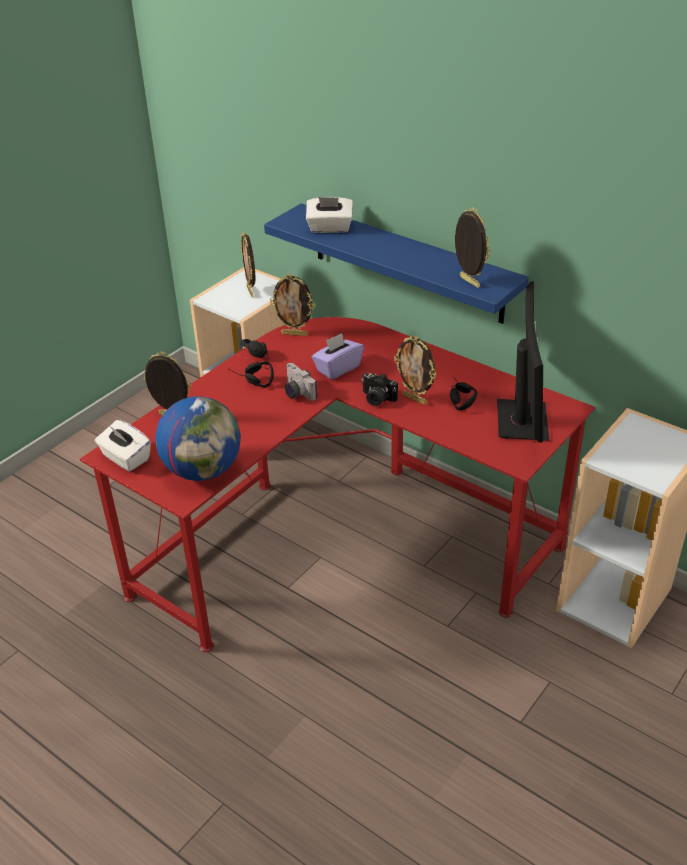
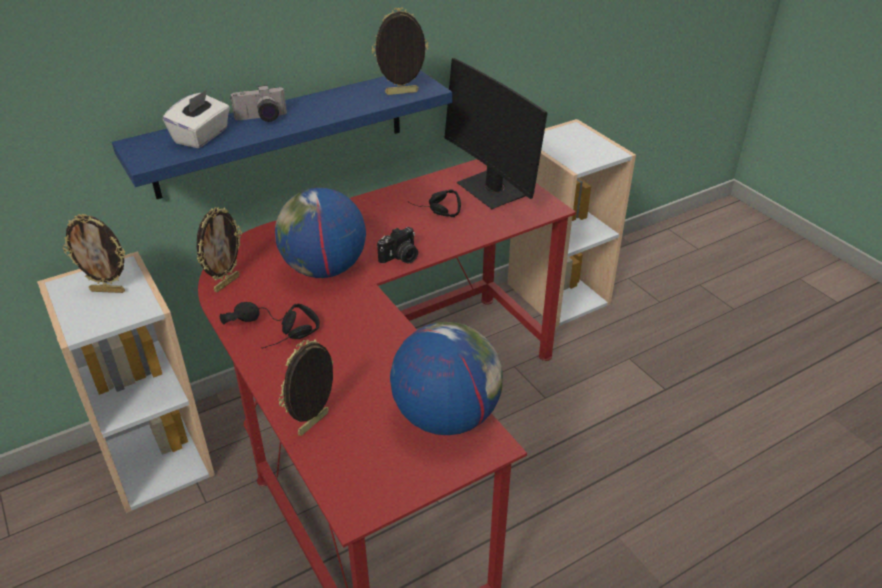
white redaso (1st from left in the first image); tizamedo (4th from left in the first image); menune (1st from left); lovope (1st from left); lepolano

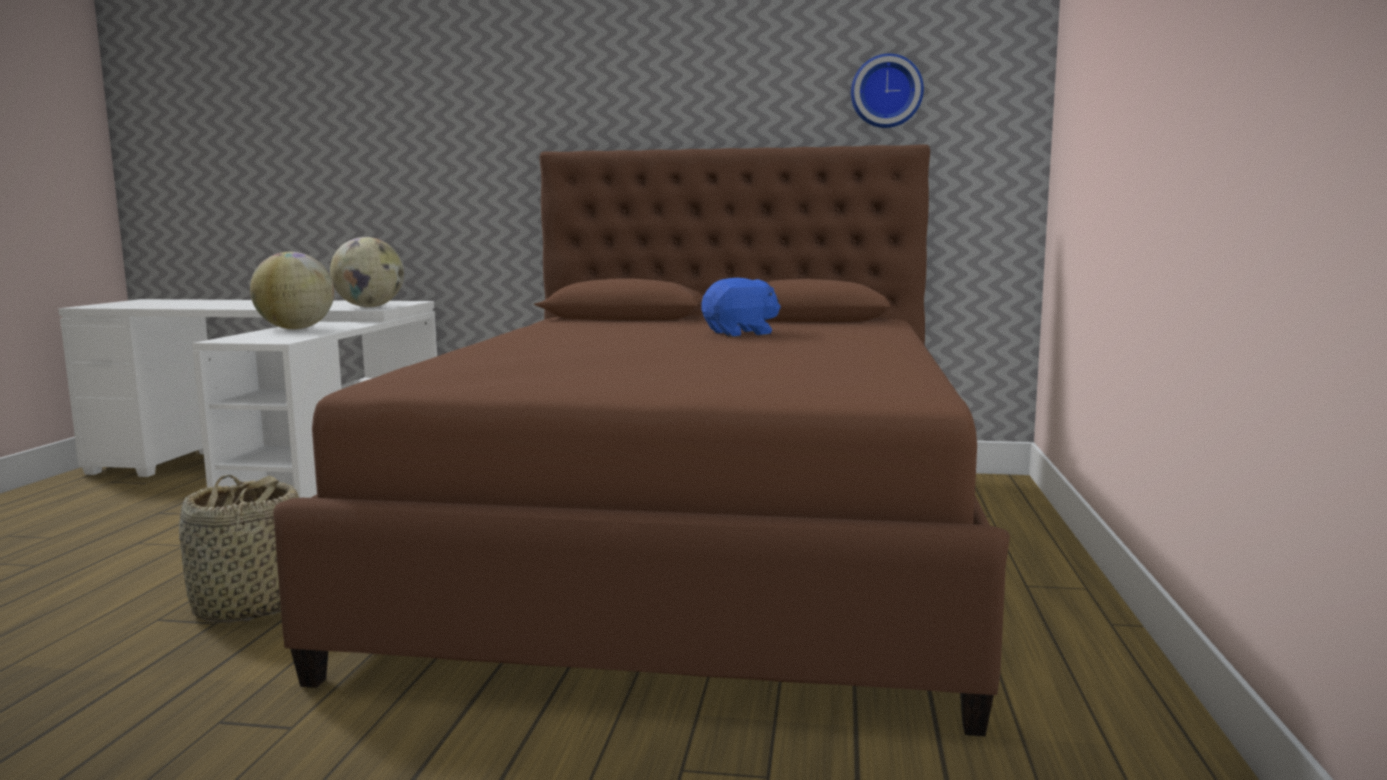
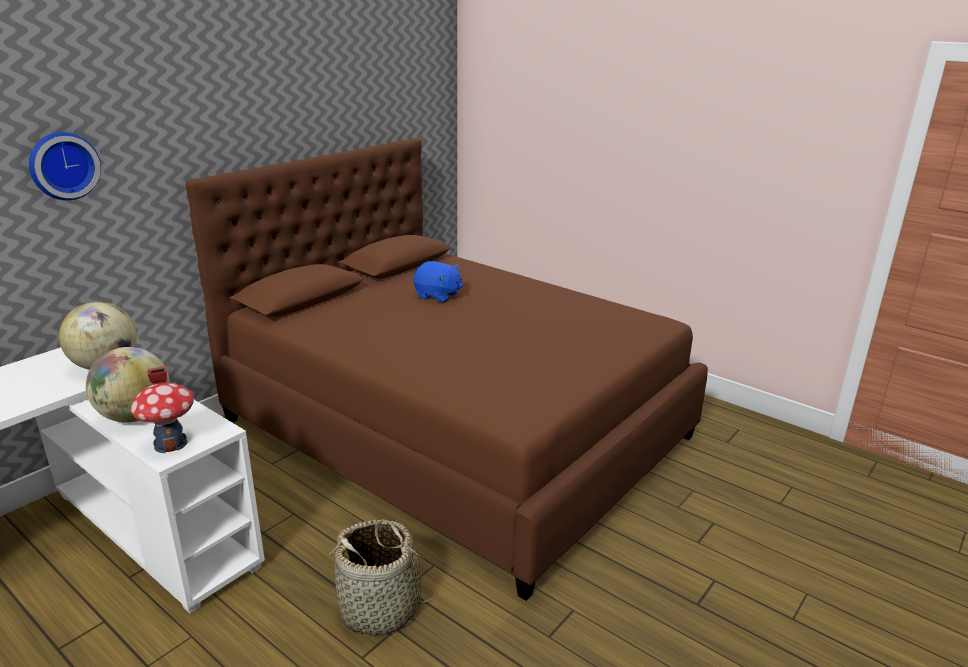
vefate; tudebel; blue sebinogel

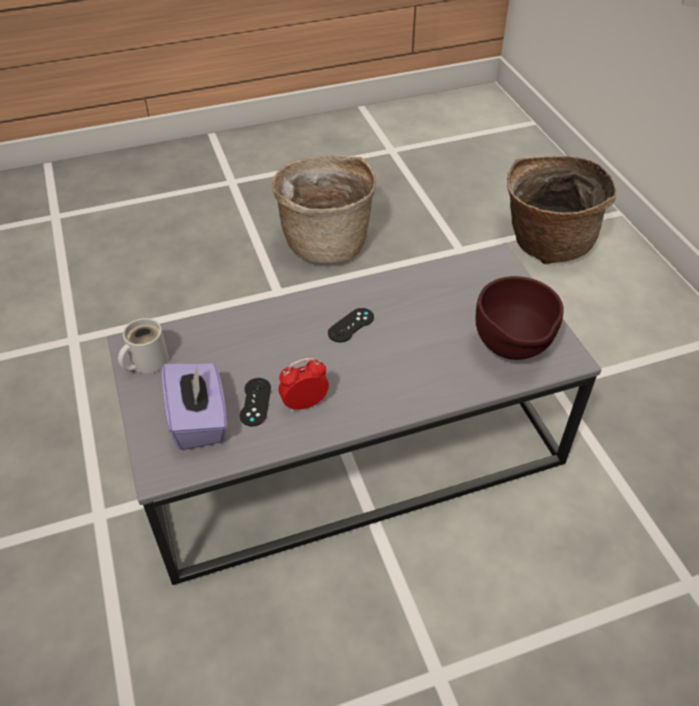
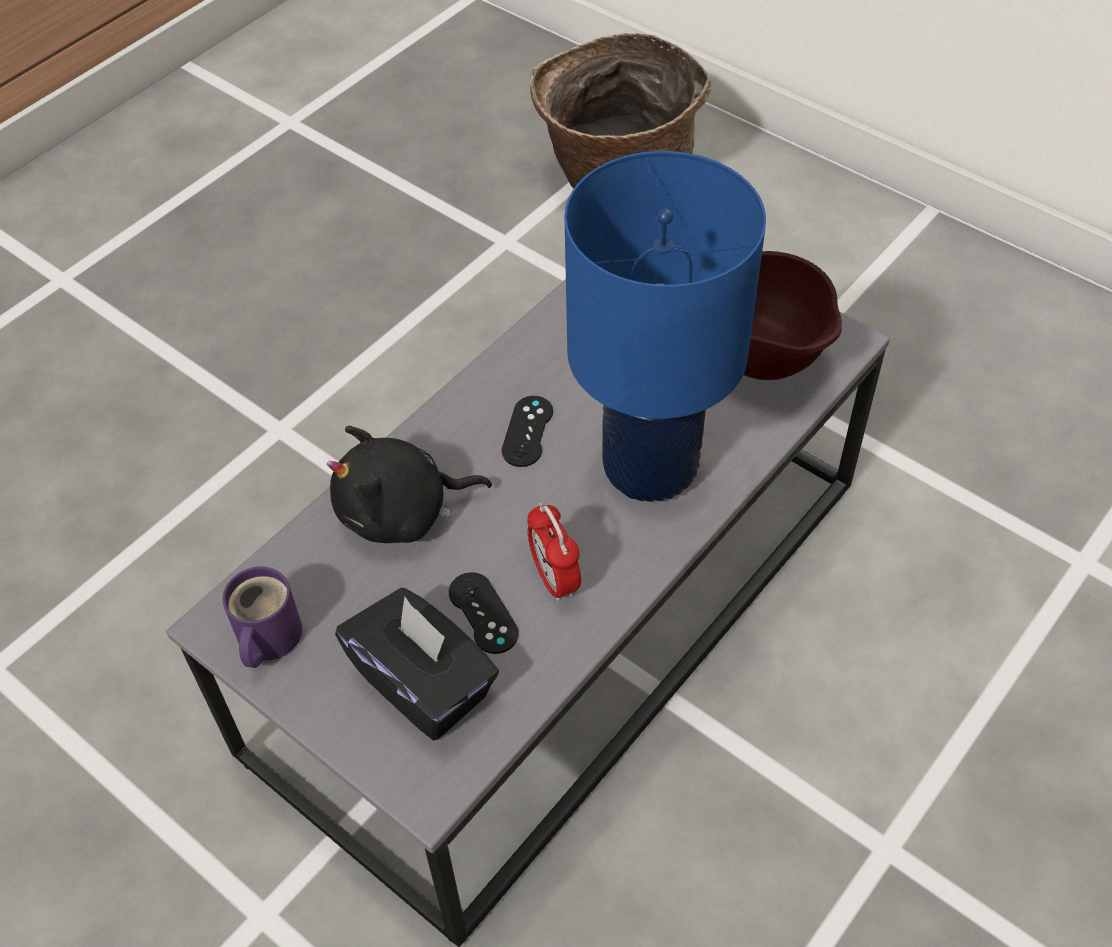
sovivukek (1st from left in the first image); black sebinogel; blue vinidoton; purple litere; black redaso; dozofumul

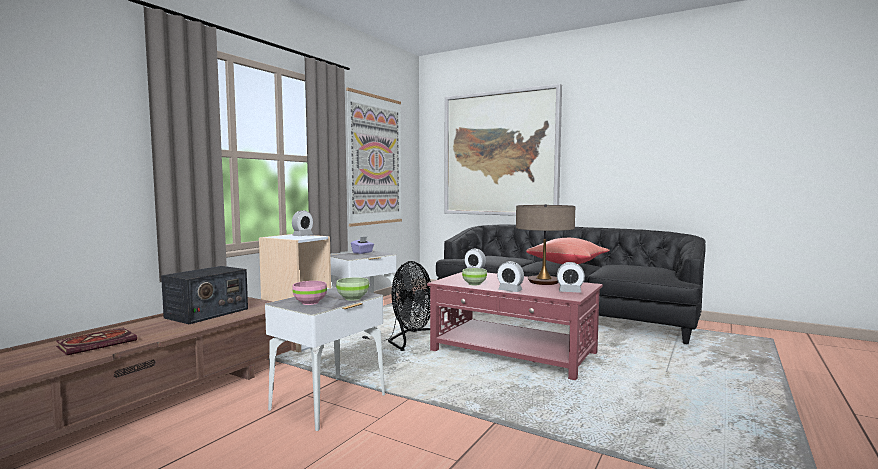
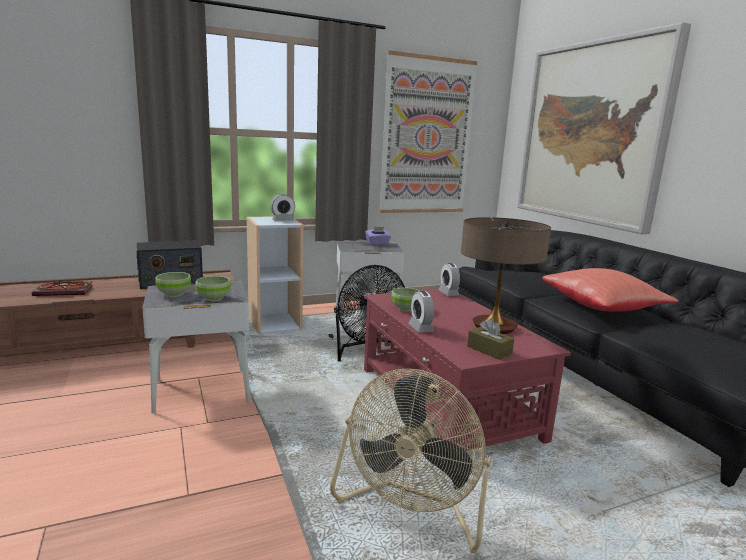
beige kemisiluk; brown redaso; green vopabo (1st from left)

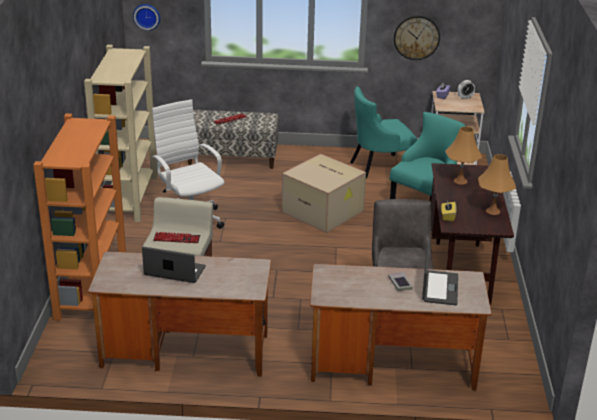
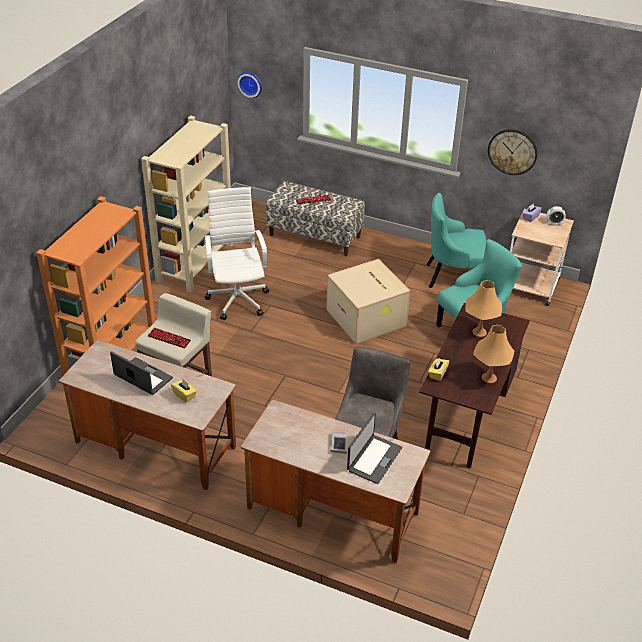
yellow redaso (1st from left)

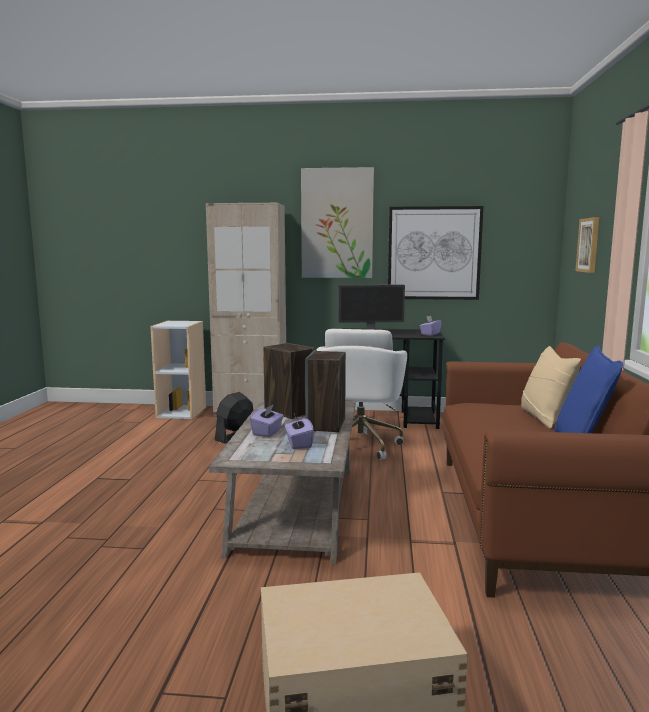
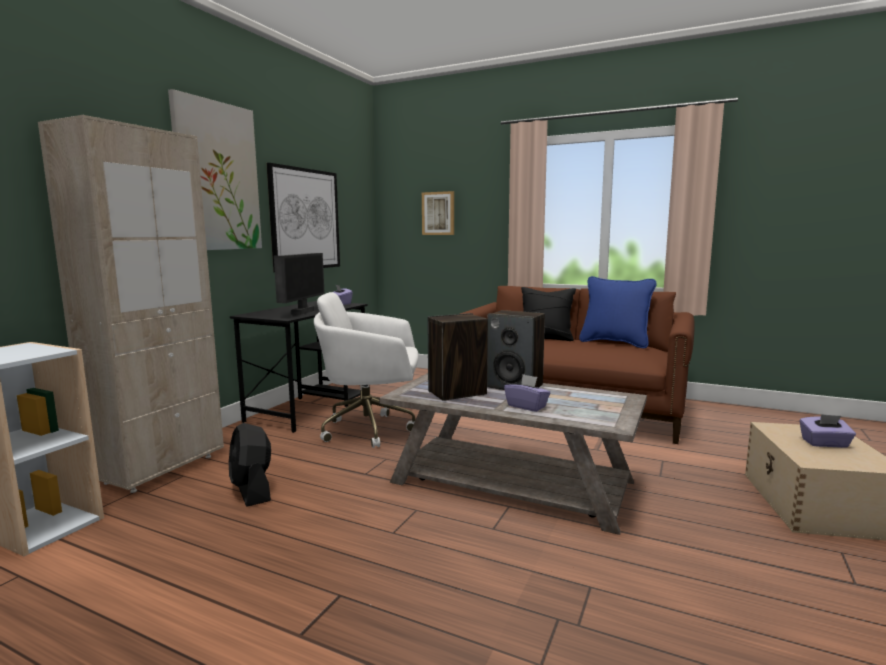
purple redaso (3rd from left); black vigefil; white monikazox

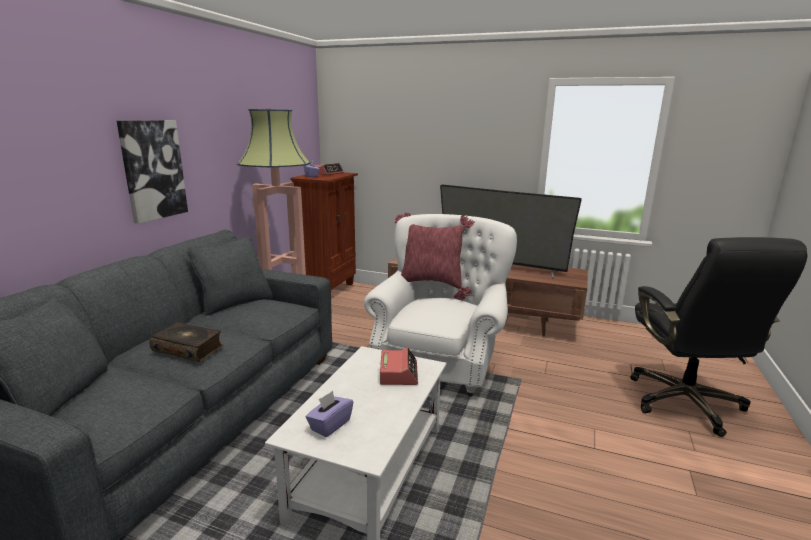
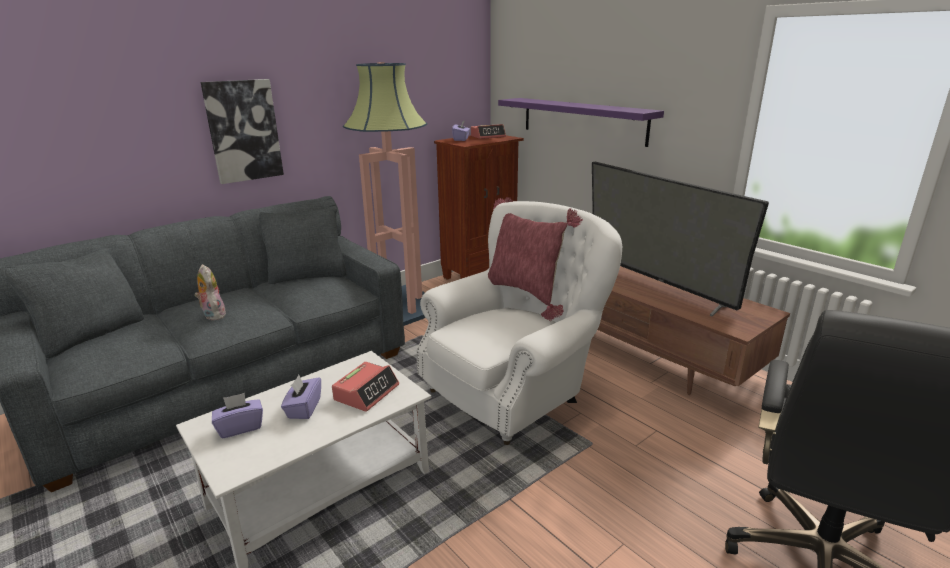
purple redaso (2nd from left); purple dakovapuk; sebinogel

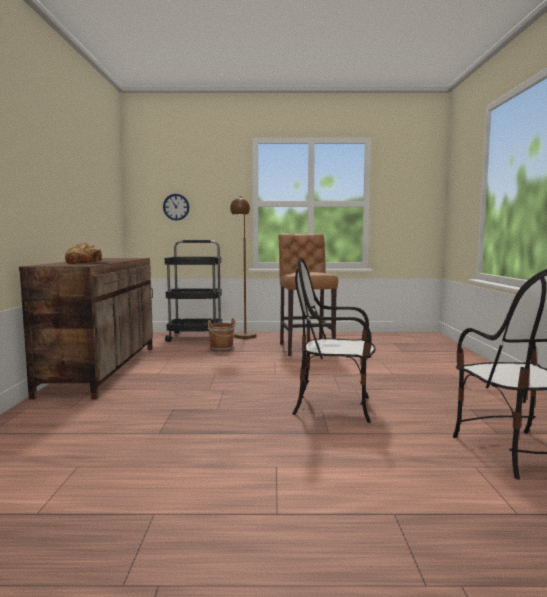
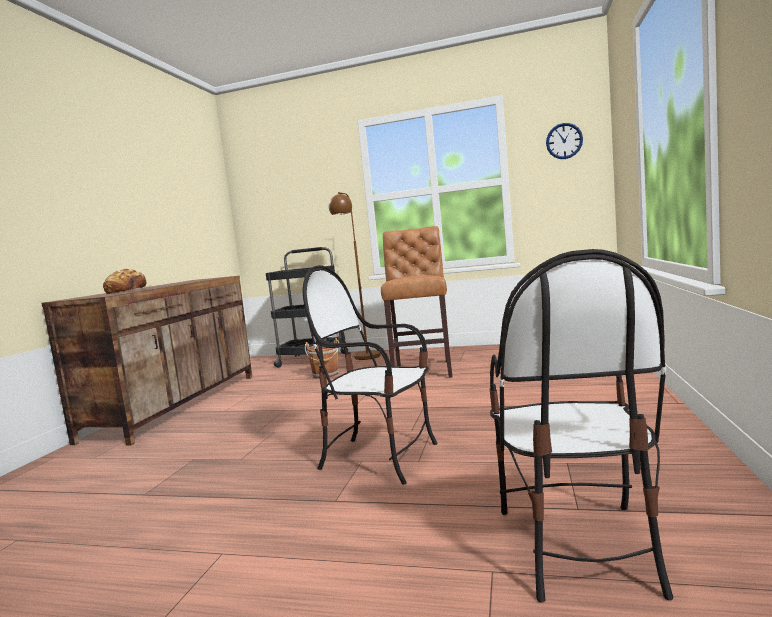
tudebel

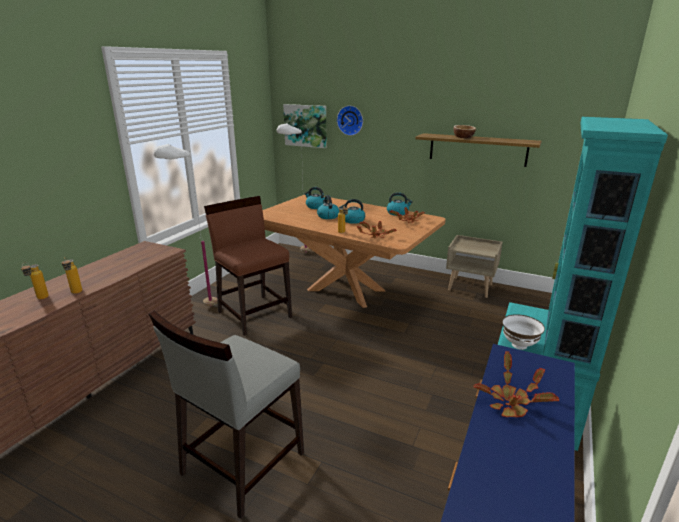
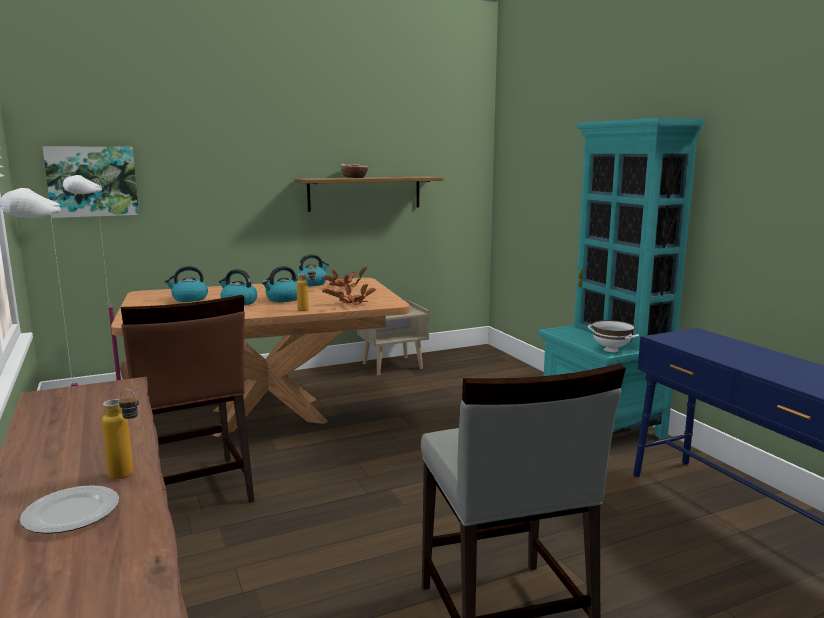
tudebel; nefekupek (3rd from left in the first image); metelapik; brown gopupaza

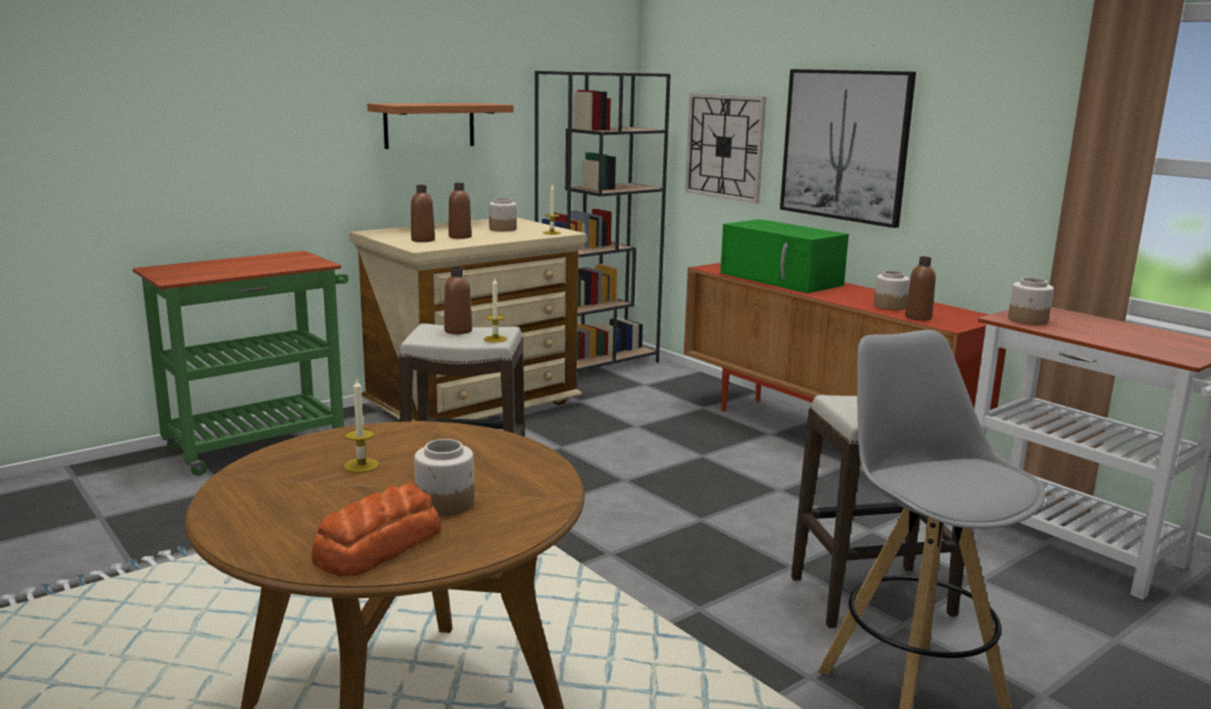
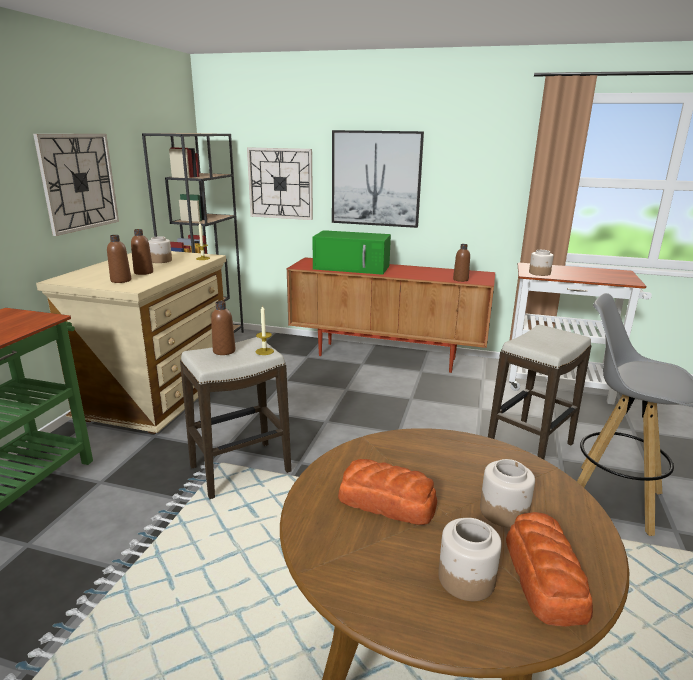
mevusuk (2nd from left); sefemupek (1st from left); tudebel (1st from left)

